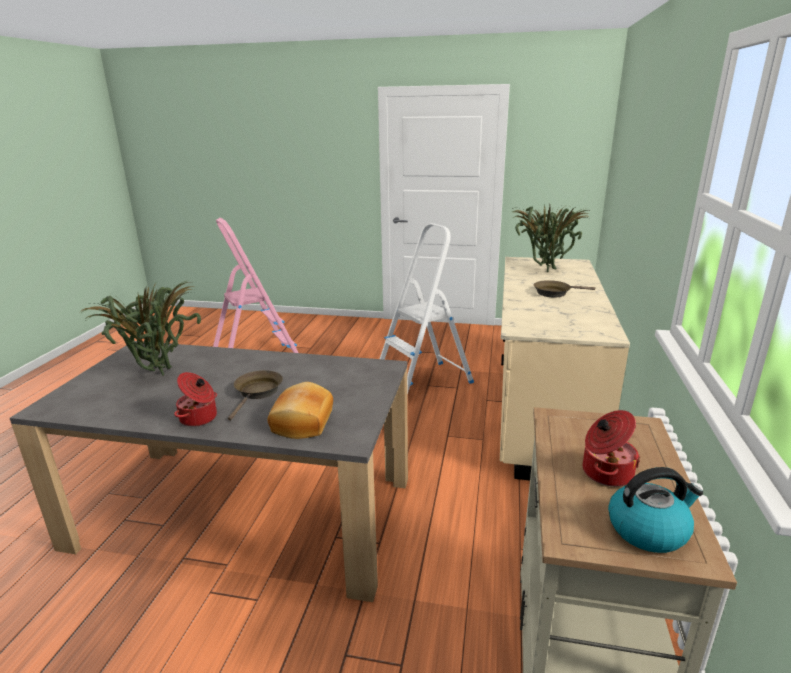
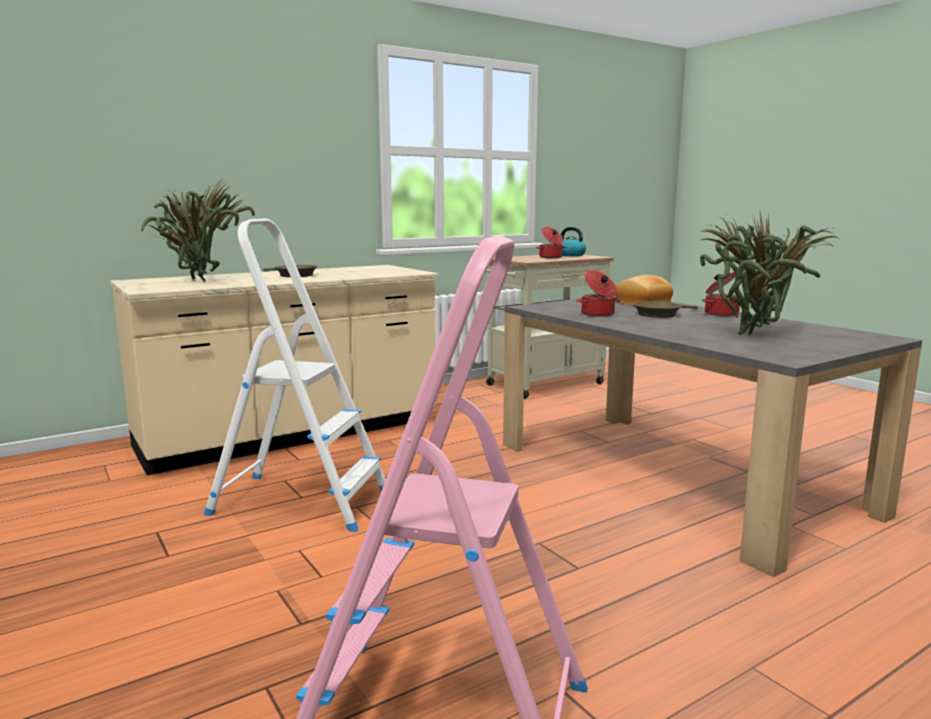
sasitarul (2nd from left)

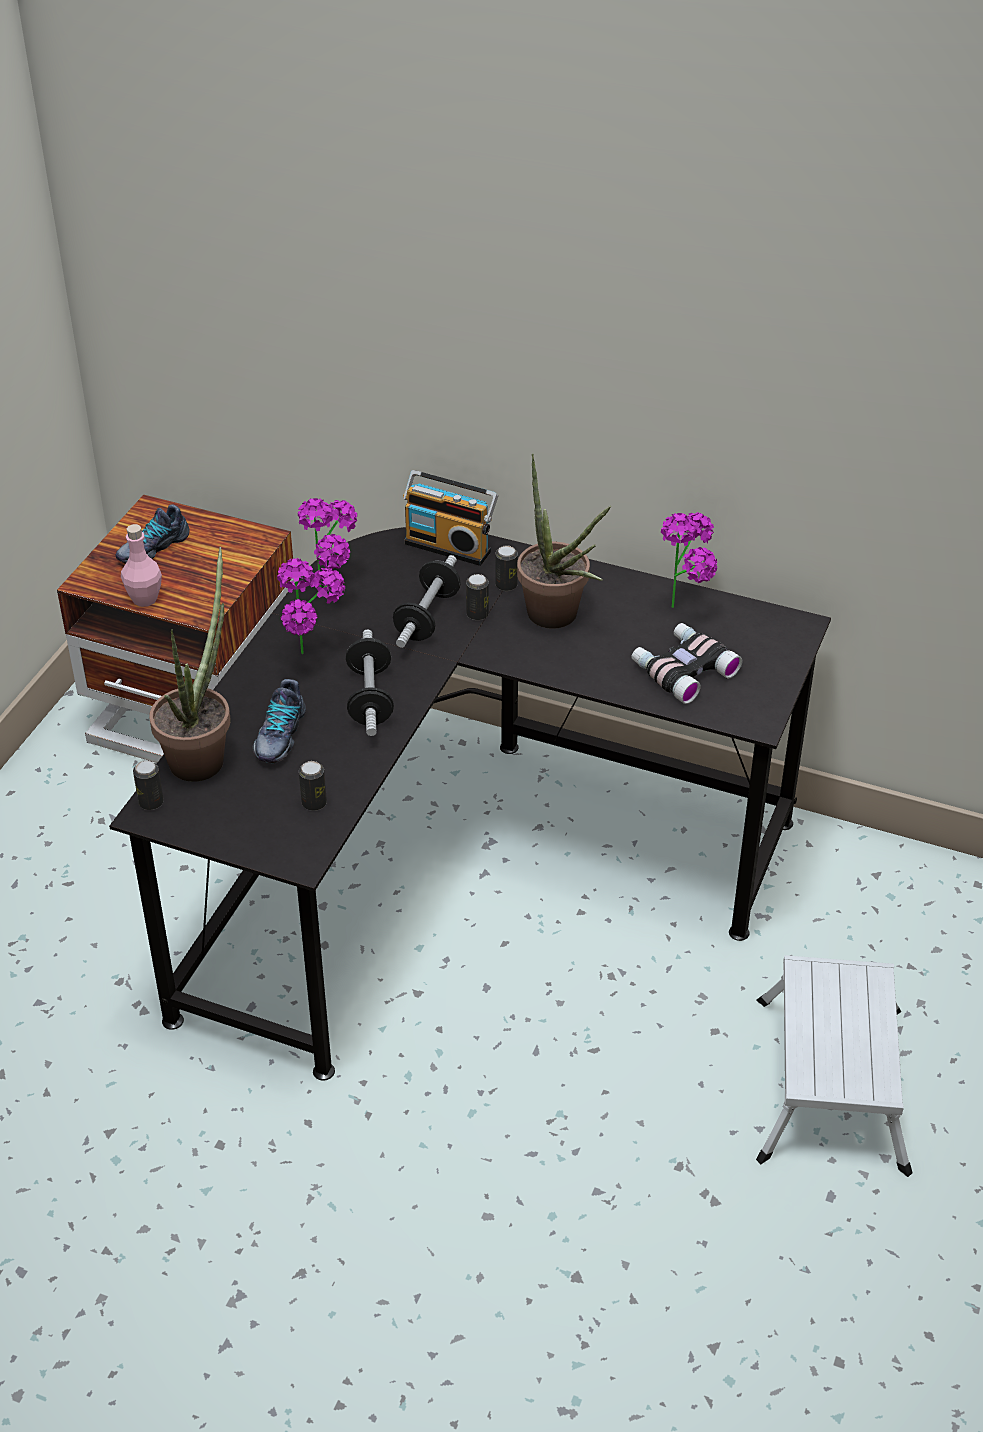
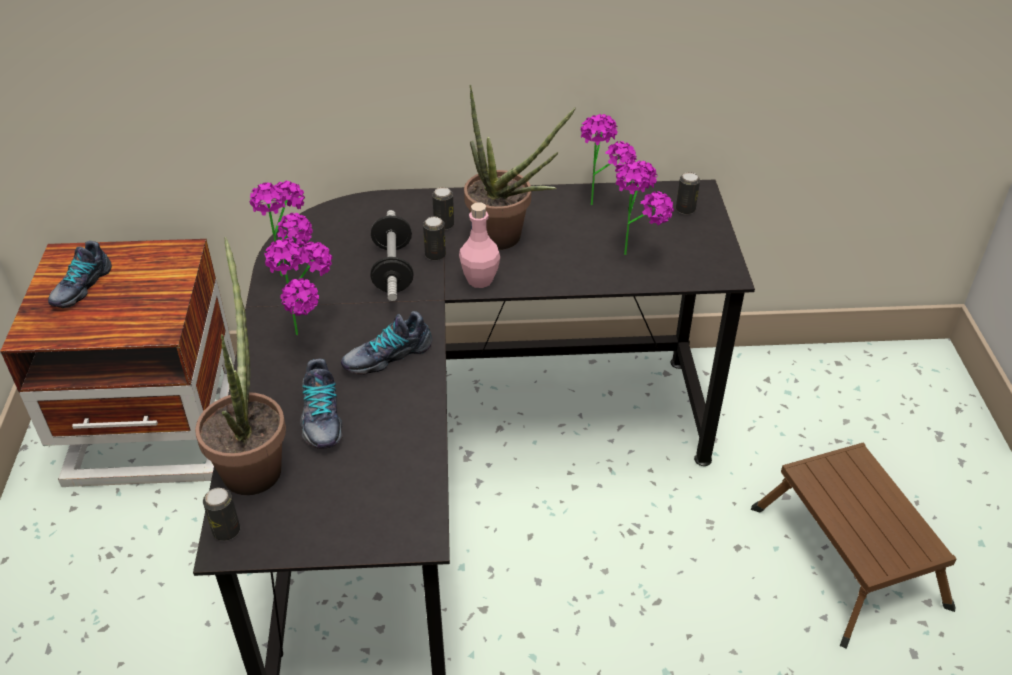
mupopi; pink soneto; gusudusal (4th from left); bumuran (3rd from left); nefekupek (6th from left); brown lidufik

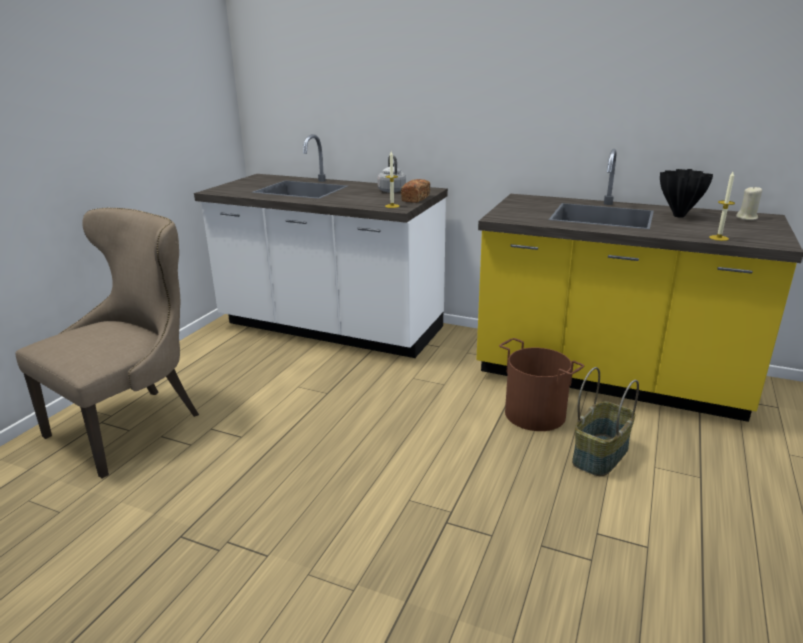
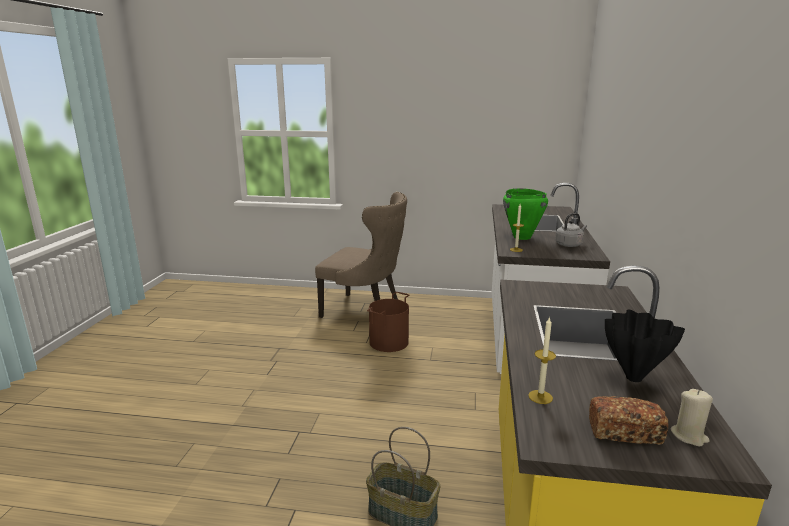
green sasitarul; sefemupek; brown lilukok

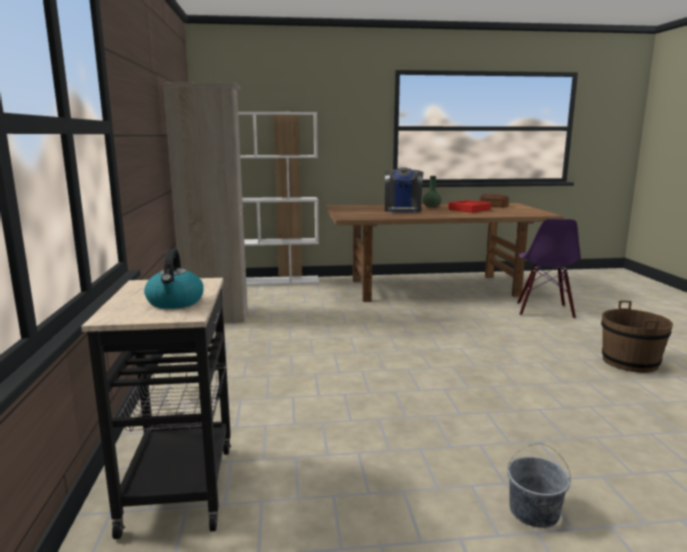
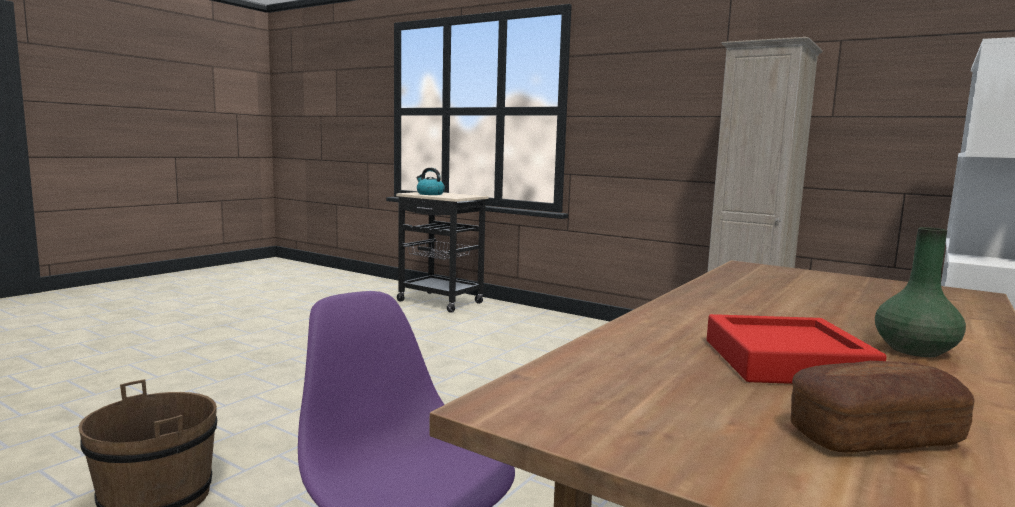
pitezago; grey lilukok

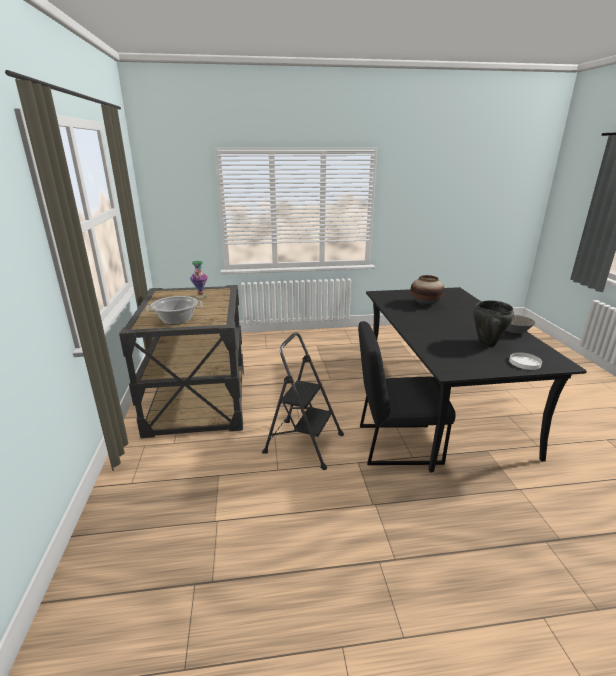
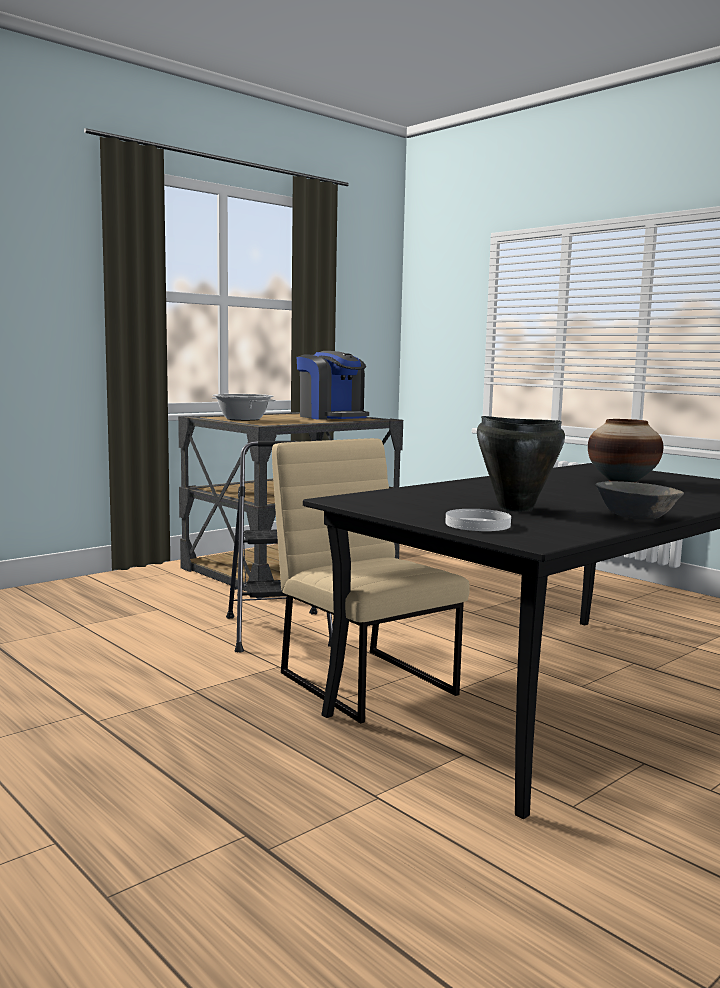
pitezago; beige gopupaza

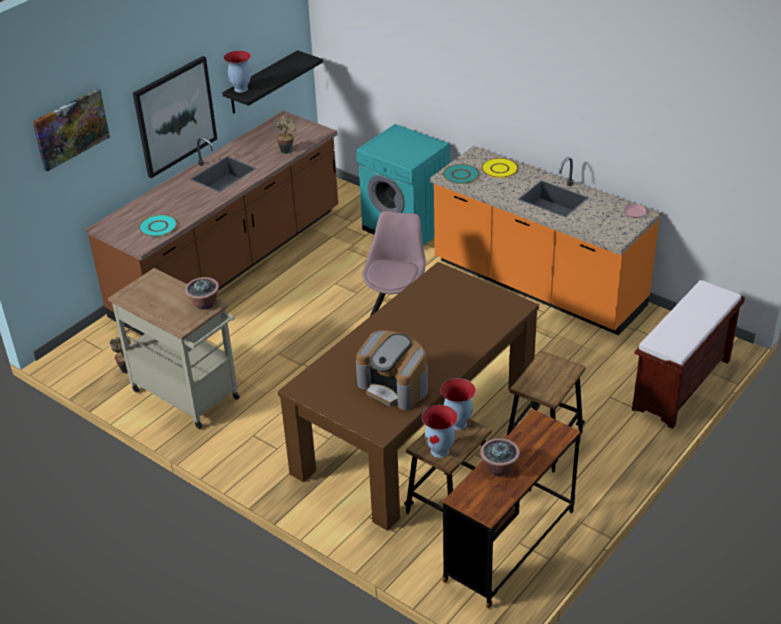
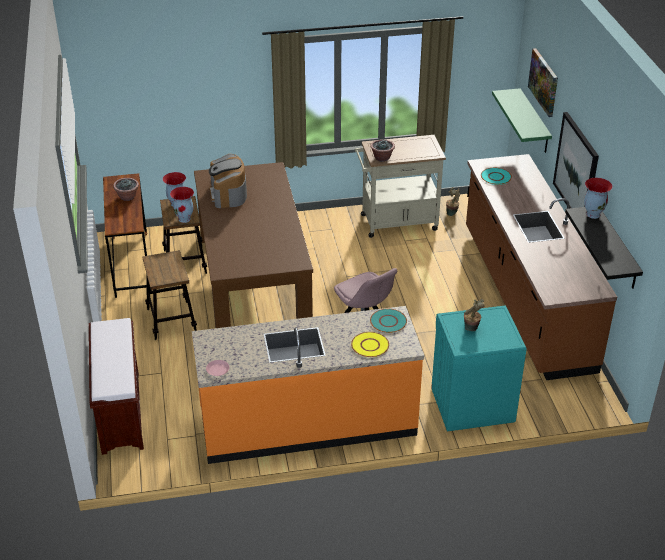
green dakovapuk; nefekupek (4th from left); pitezago

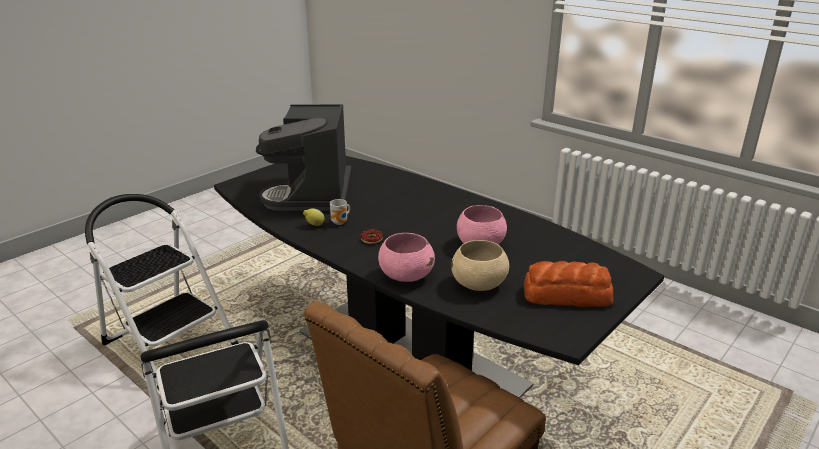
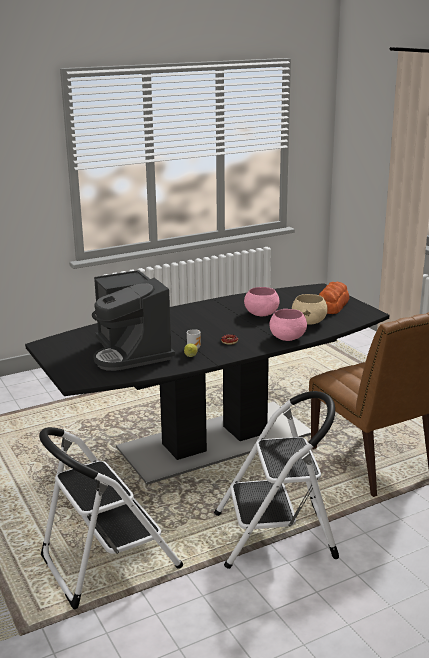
pitezago

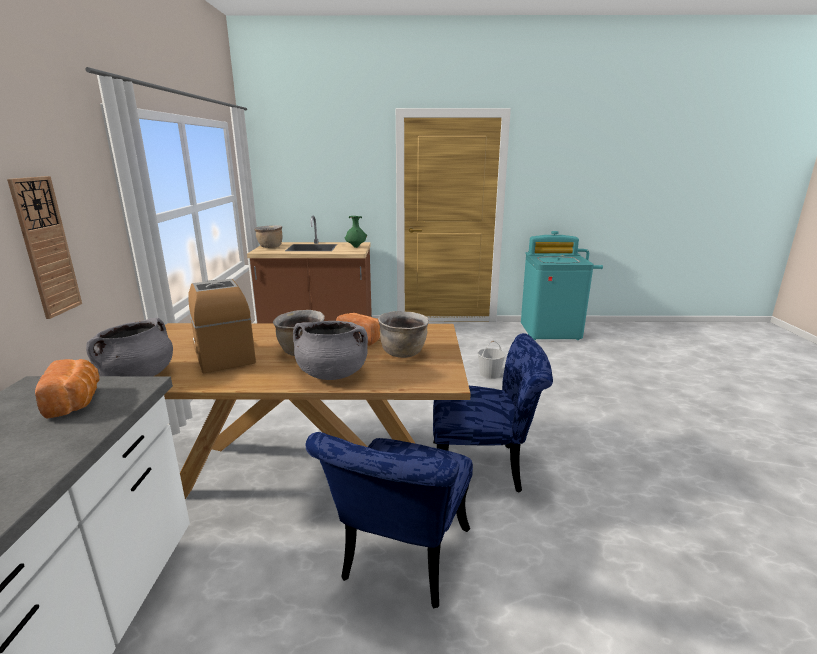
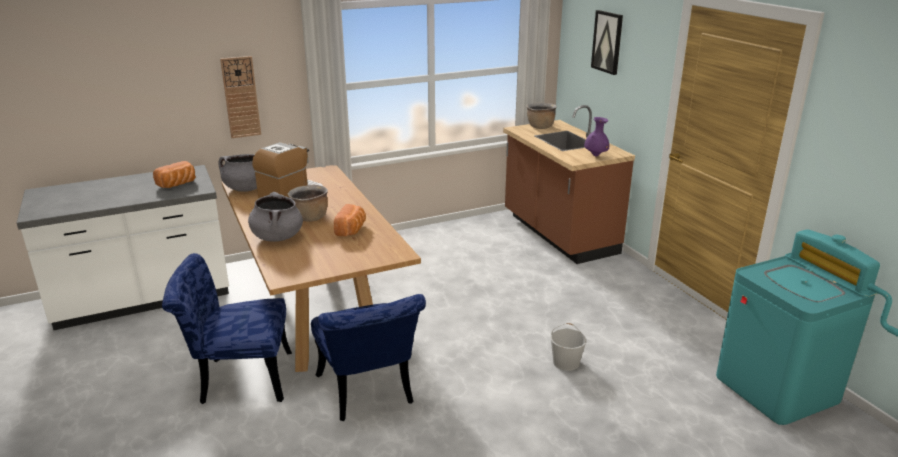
brown sasitarul (3rd from left in the first image); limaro; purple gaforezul

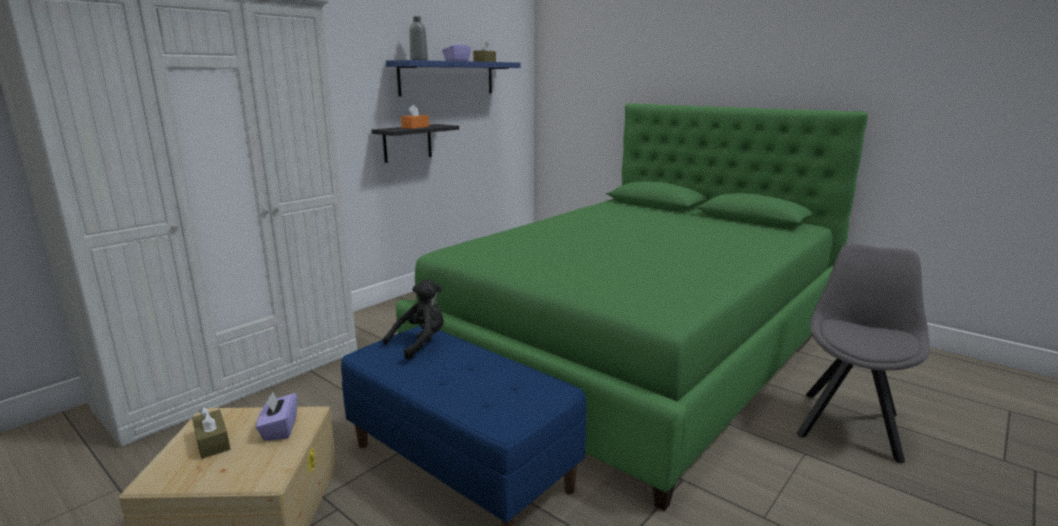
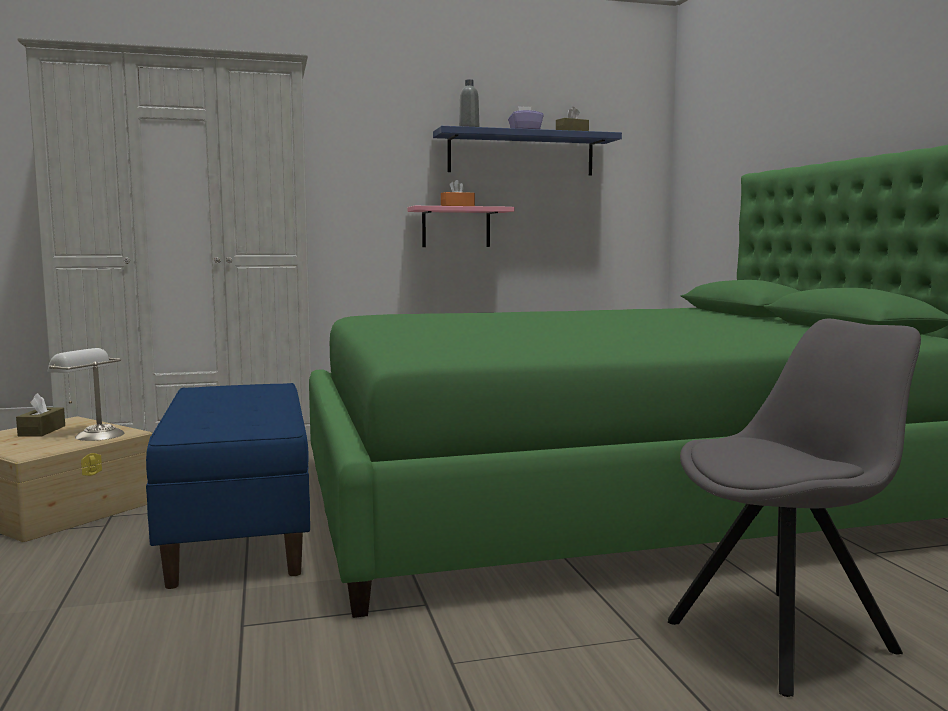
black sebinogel; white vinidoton; pink dakovapuk

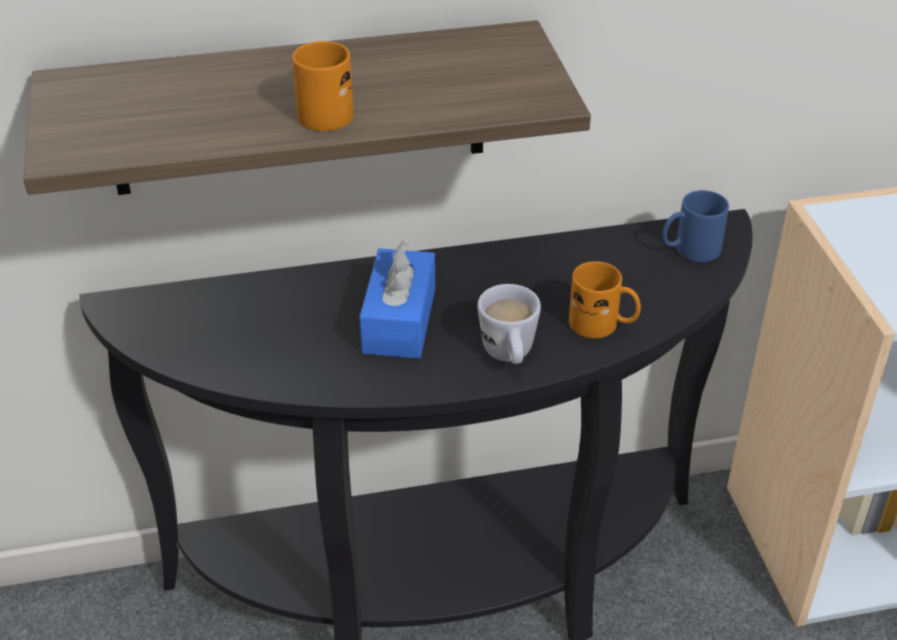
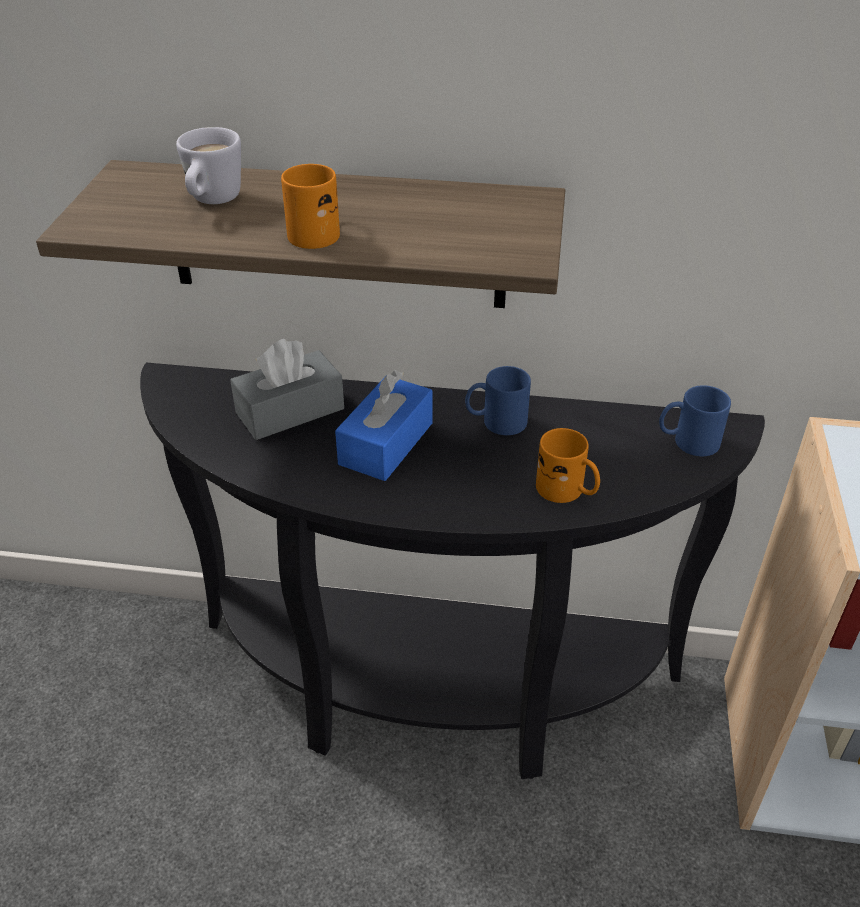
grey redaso; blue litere (1st from left); white litere

